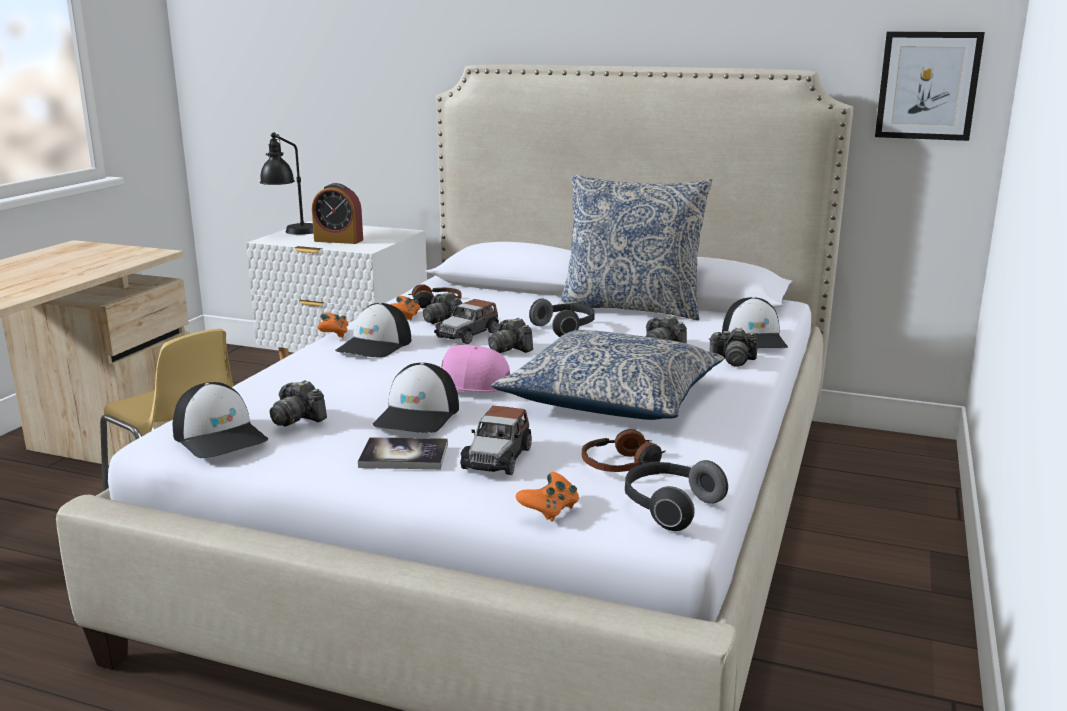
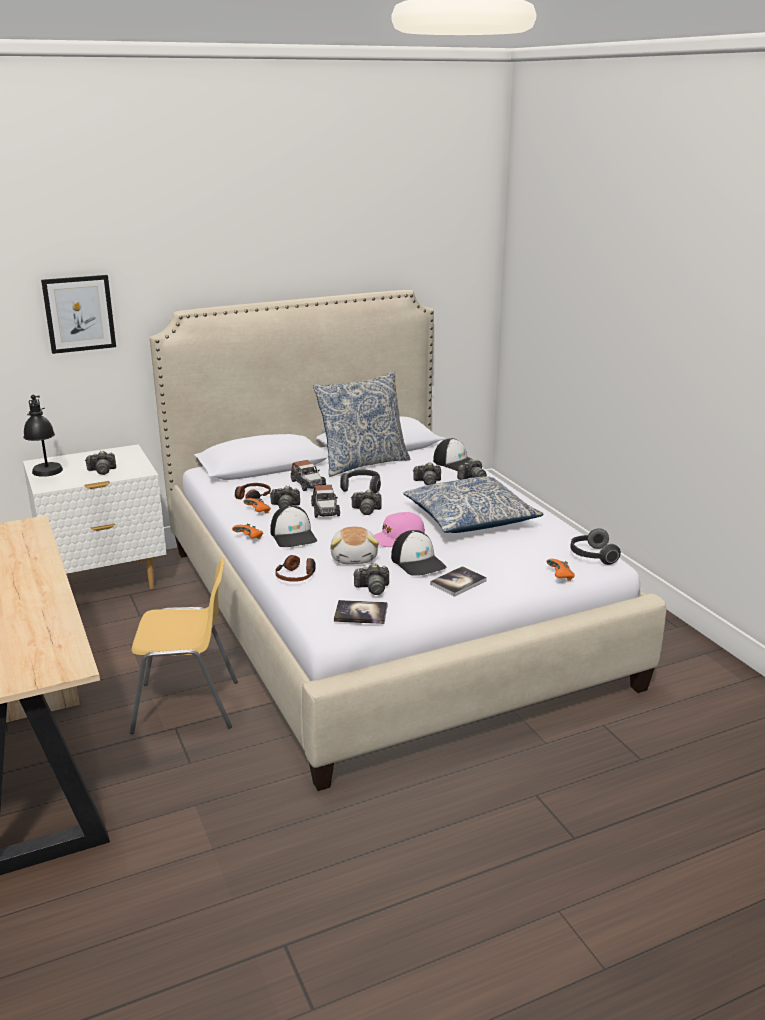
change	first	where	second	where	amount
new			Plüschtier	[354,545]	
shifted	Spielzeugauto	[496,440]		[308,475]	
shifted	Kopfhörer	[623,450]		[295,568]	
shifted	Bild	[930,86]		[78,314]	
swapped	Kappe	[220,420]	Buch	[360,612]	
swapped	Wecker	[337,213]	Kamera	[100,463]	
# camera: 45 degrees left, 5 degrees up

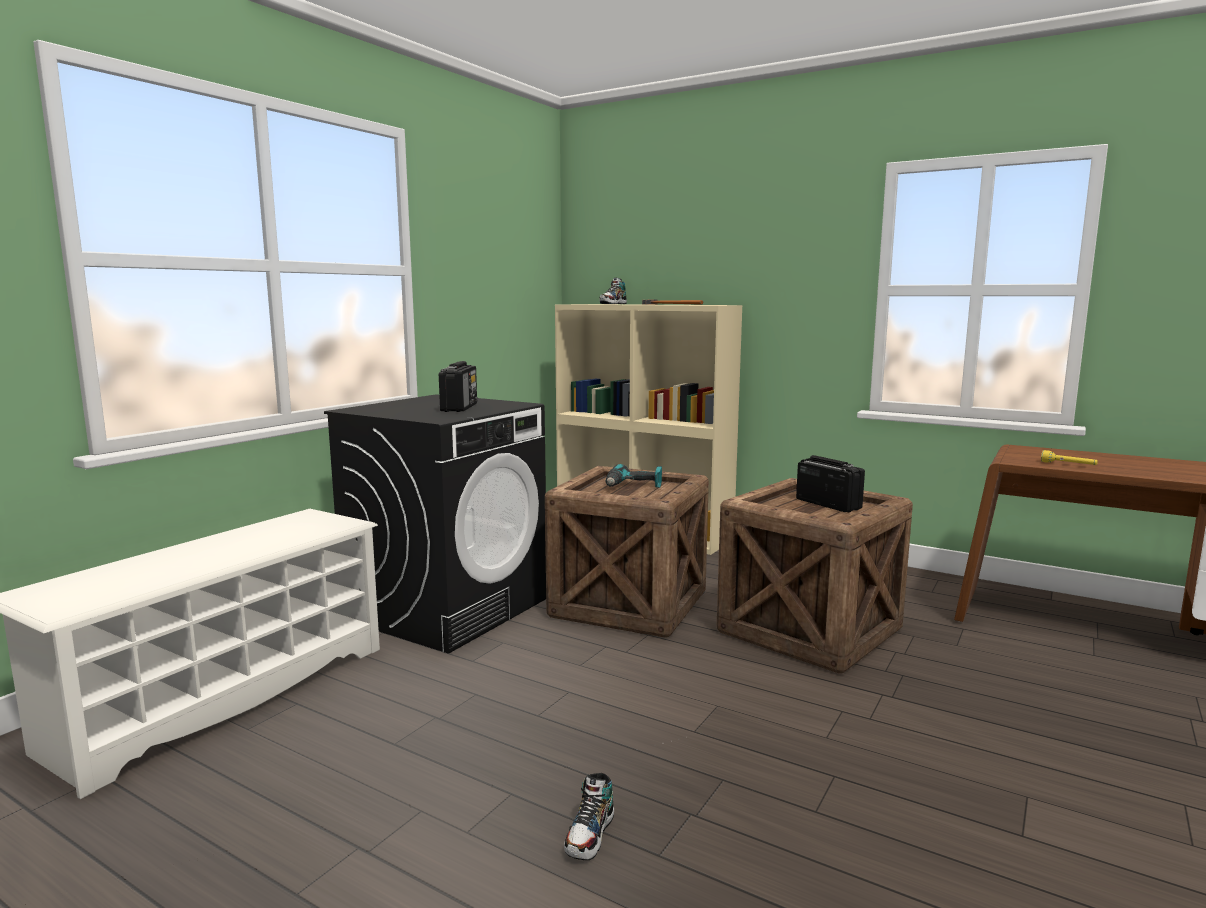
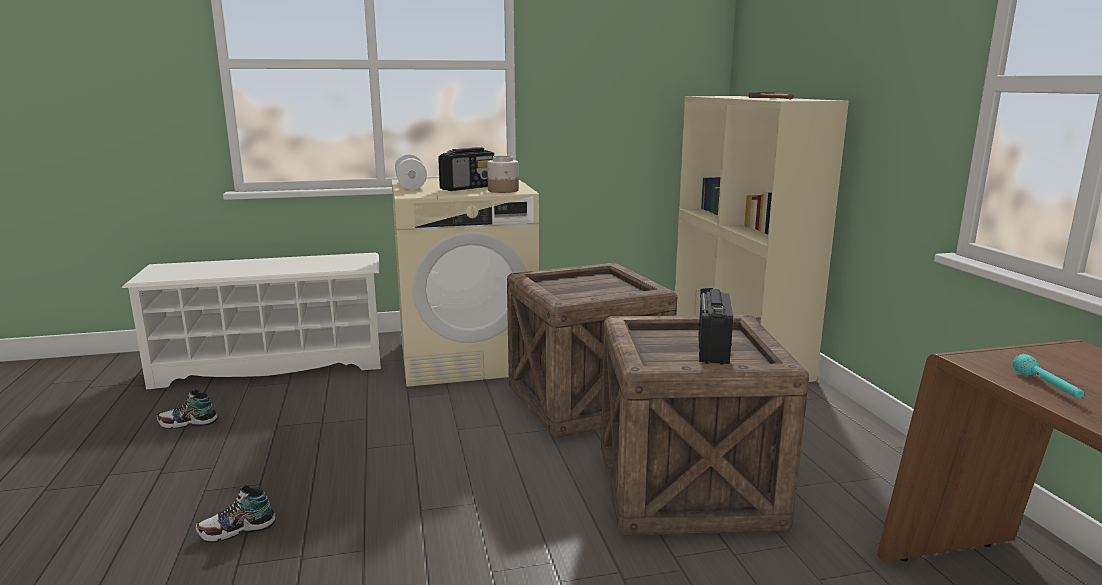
change	first	where	second	where	amount
gone	Bohrmaschine	[634,476]			
new			Hantel/weiß	[411,172]	
new			Vorratsglas	[503,174]	
shifted	Schuh	[613,291]		[187,409]	
repainted	Waschmaschine/schwarz	[435,523]	Waschmaschine/beige	[465,282]	
repainted	Taschenlampe/gelb	[1069,457]	Taschenlampe/türkis	[1048,376]	
# camera: 45 degrees right, 5 degrees up

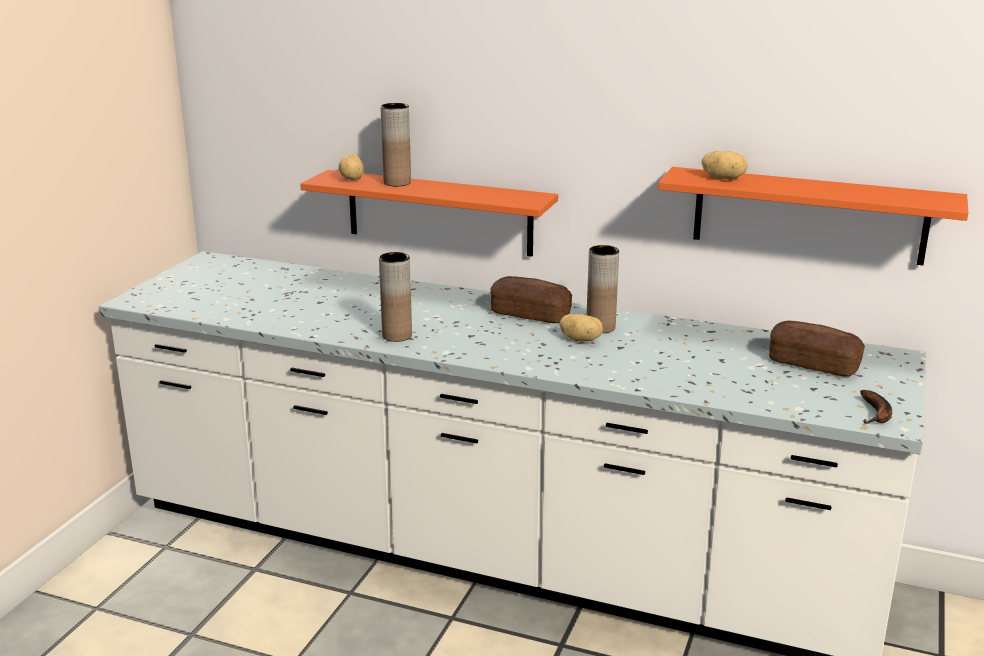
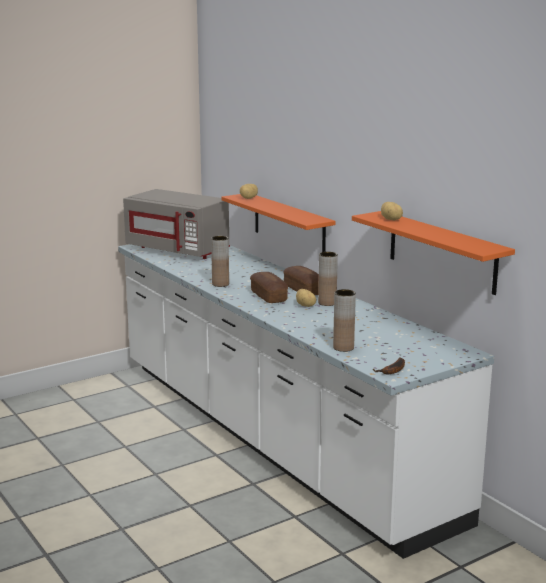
change	first	where	second	where	amount
new			Mikrowelle/grau	[176,224]	
shifted	Vase/braun	[396,144]		[344,320]	
shifted	Brot	[817,349]		[269,287]	
# camera: 35 degrees right, 5 degrees down

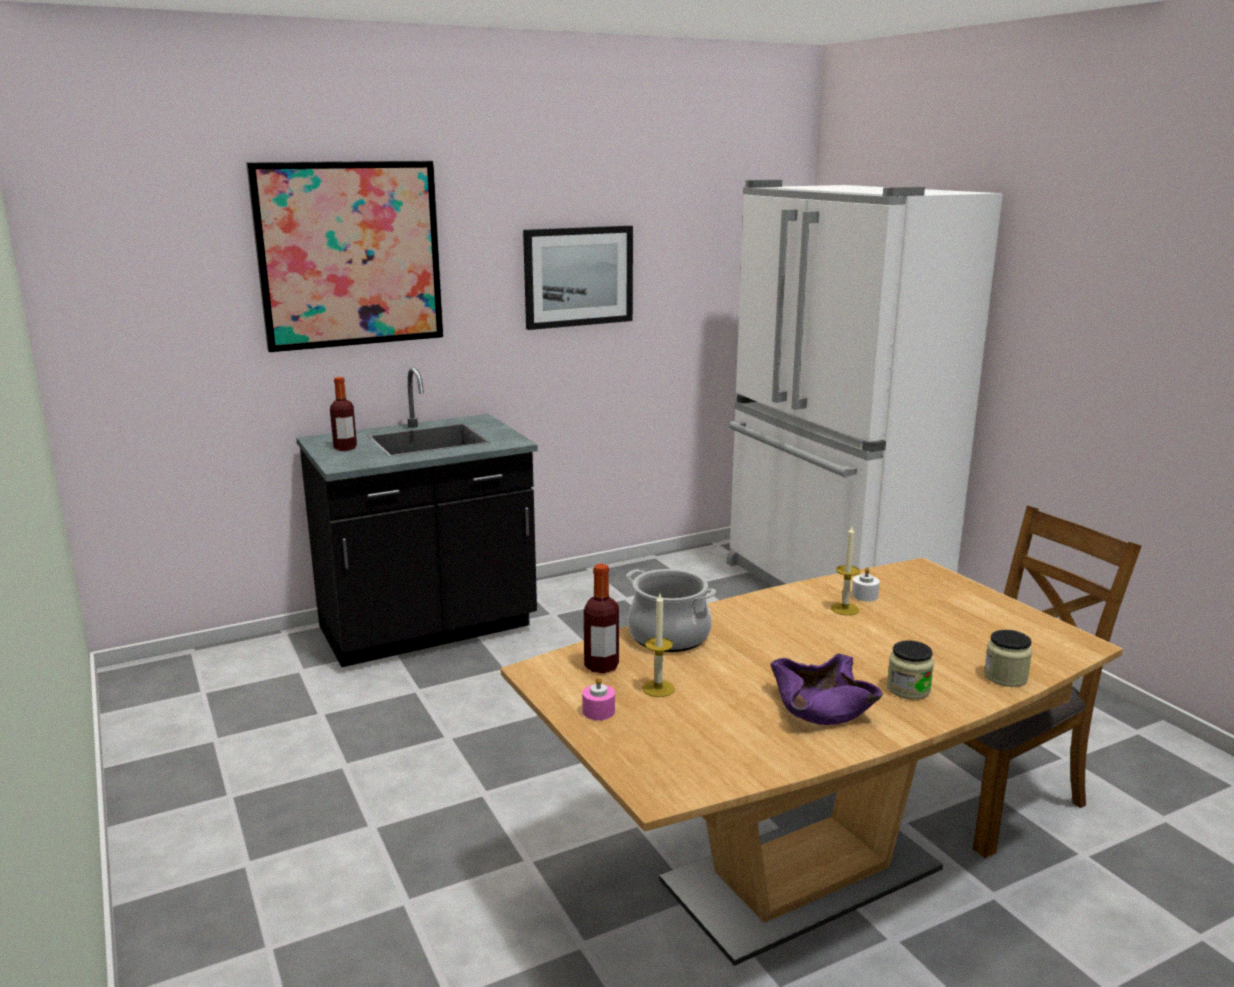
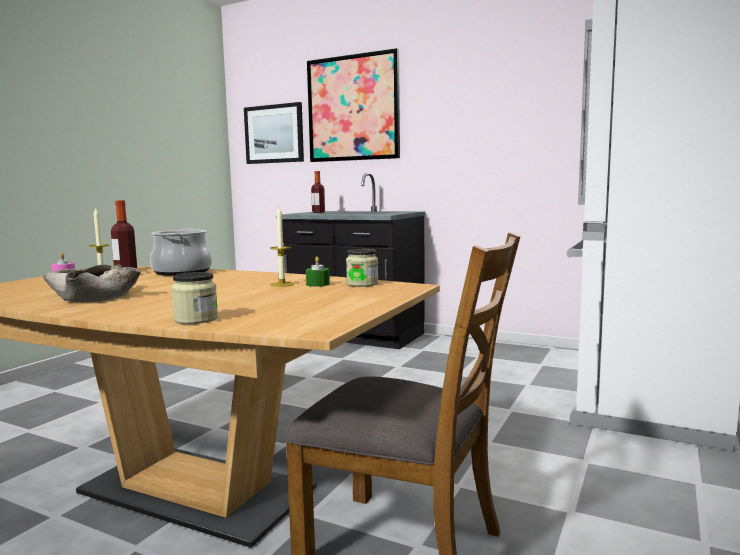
change	first	where	second	where	amount
shifted	Bild	[578,278]		[274,133]	
shifted	Vorratsglas	[910,670]		[362,268]	
repainted	Schüssel/lila	[826,689]	Schüssel/beige	[92,283]	
repainted	Kerze/weiß	[866,584]	Kerze/grün	[318,271]	
# camera: 55 degrees right, 10 degrees down

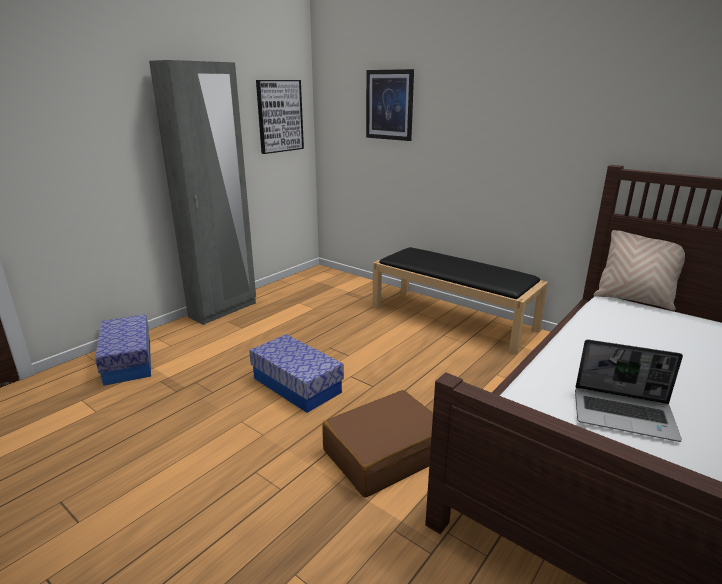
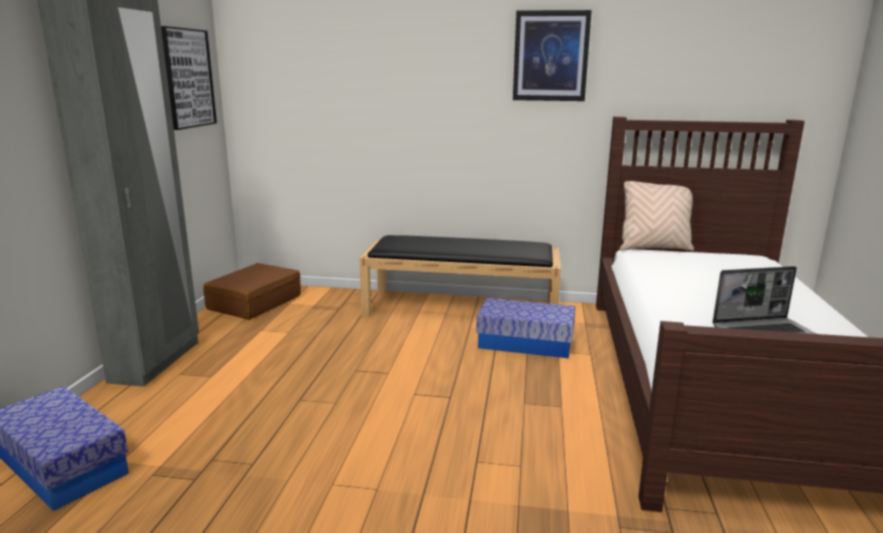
change	first	where	second	where	amount
shifted	Aufbewahrungsbox	[296,373]		[525,328]	
shifted	Koffer/braun	[377,443]		[252,291]	
shifted	Bild	[390,105]		[552,55]	
# camera: 30 degrees left, 5 degrees down

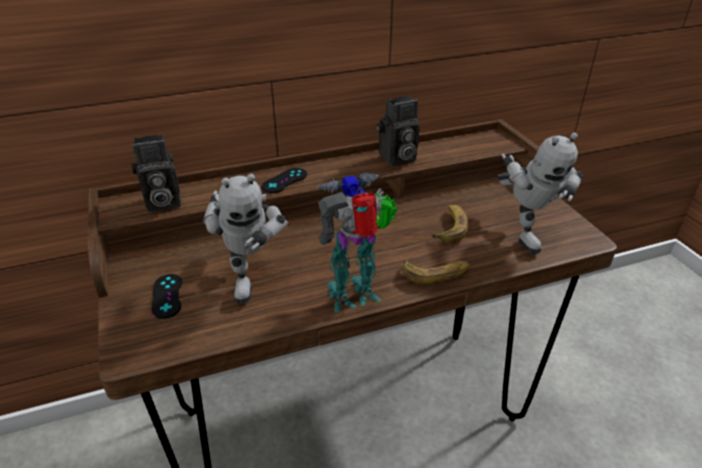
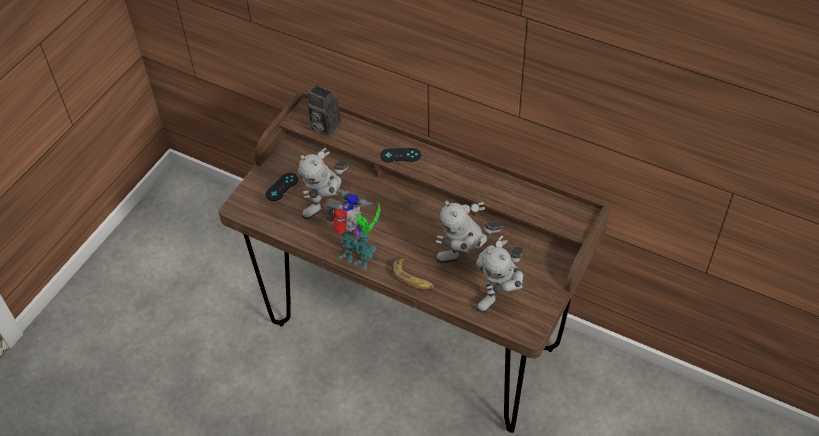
change	first	where	second	where	amount
gone	Kamera	[398,131]			
swapped	Banane	[449,224]	Spielzeugroboter	[469,232]	
# camera: 50 degrees right, 15 degrees up

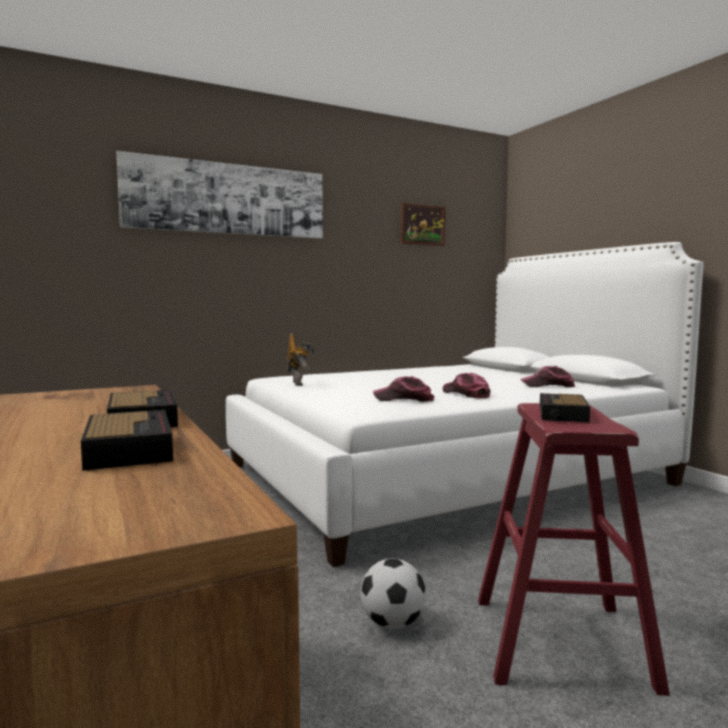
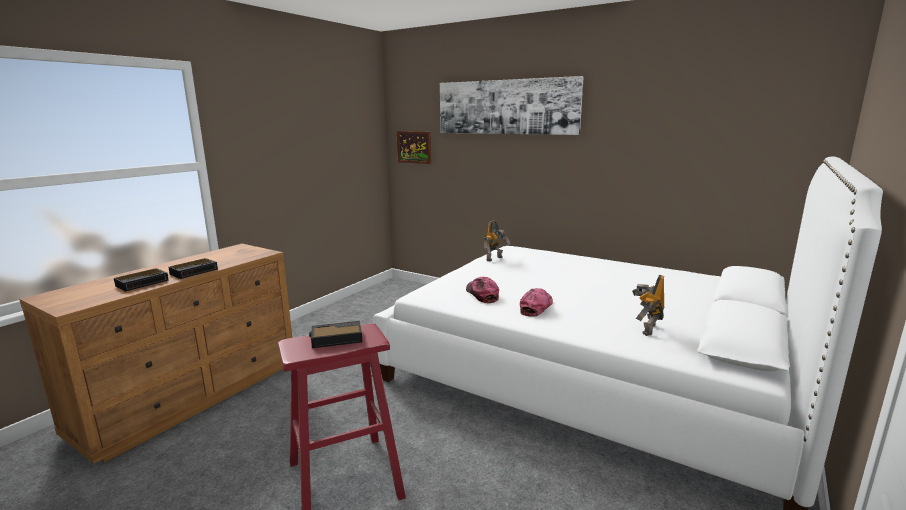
change	first	where	second	where	amount
gone	Fußball	[393,593]			
shifted	Bild	[423,224]		[413,147]	
swapped	Kappe	[548,376]	Spielzeugroboter	[648,305]	
# camera: 60 degrees right, 10 degrees up

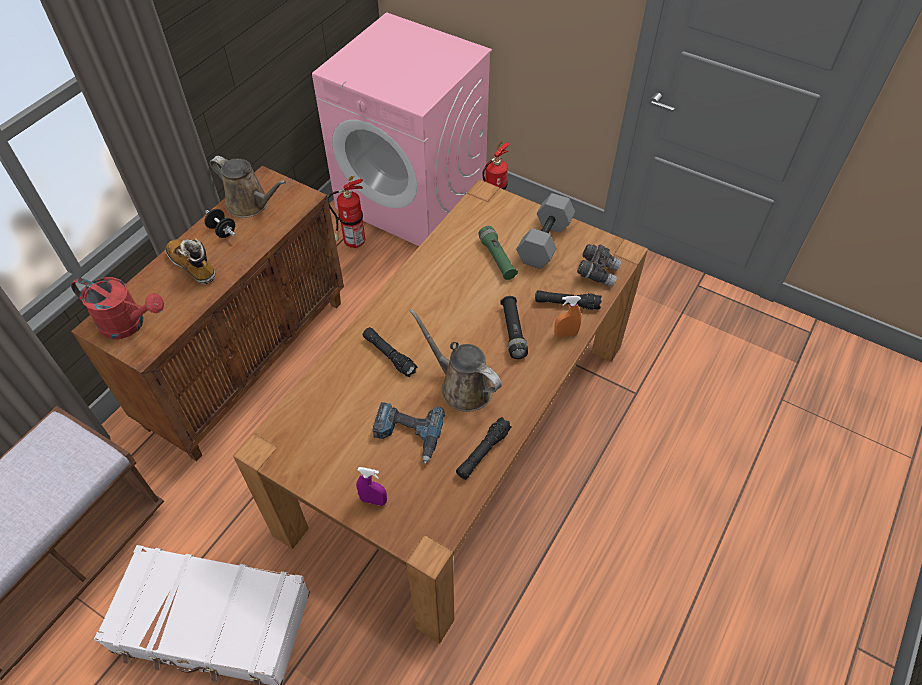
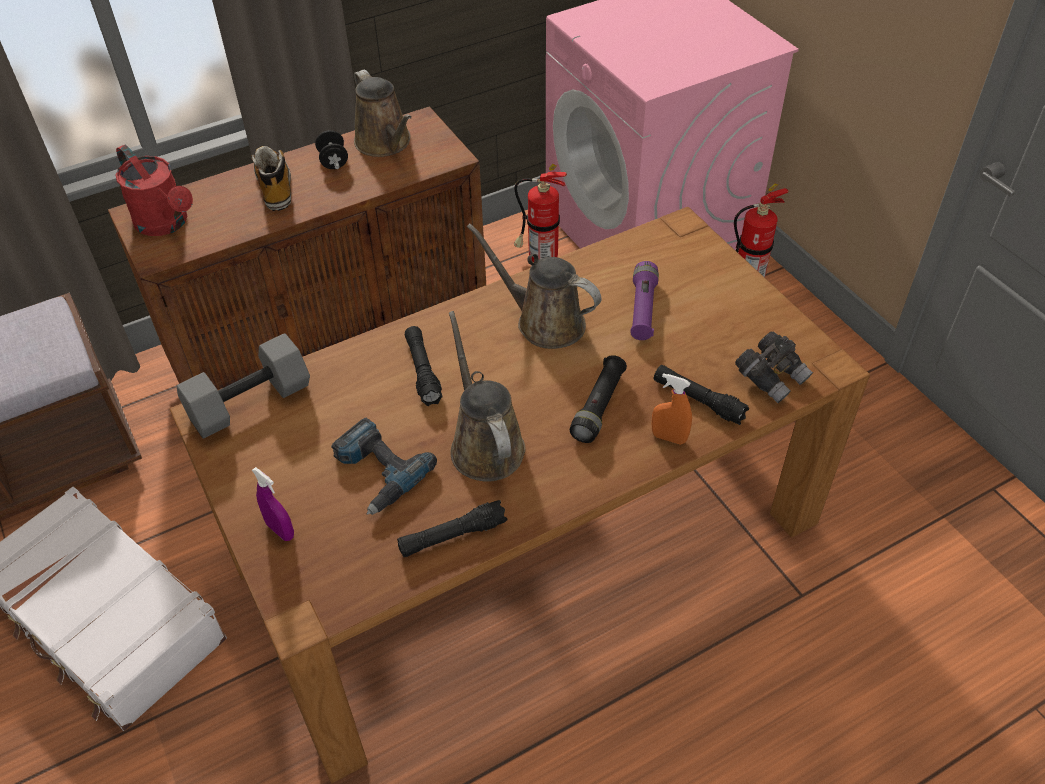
change	first	where	second	where	amount
new			Gießkanne/braun	[534,286]	
shifted	Hantel/grau	[545,231]		[243,386]	
repainted	Taschenlampe/grün	[498,253]	Taschenlampe/lila	[644,300]	
# camera: 30 degrees right, 5 degrees down

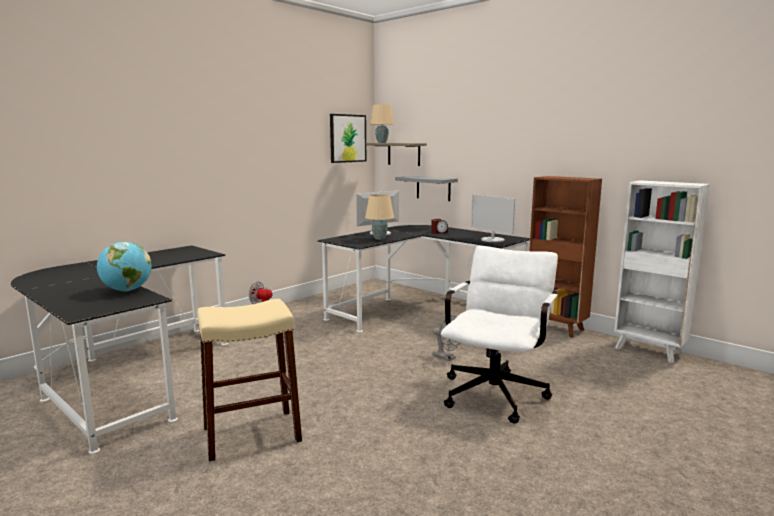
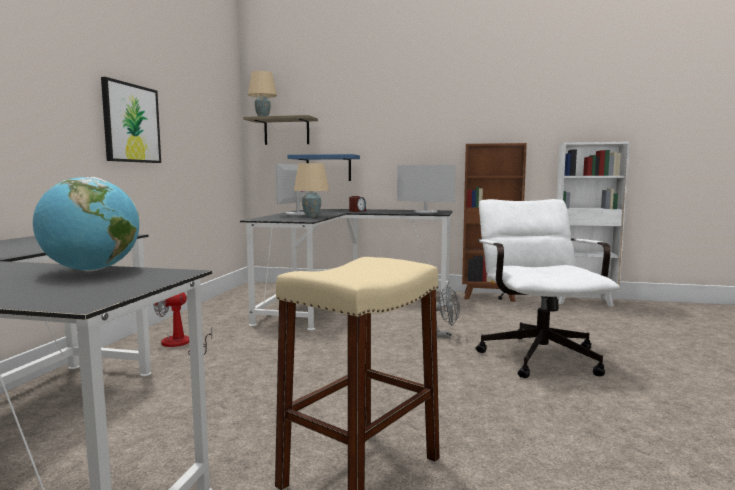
change	first	where	second	where	amount
shifted	Bild	[348,138]		[131,120]	
repainted	Wandregal/grau	[426,188]	Wandregal/blau	[323,167]	
# camera: 30 degrees left, 5 degrees down

